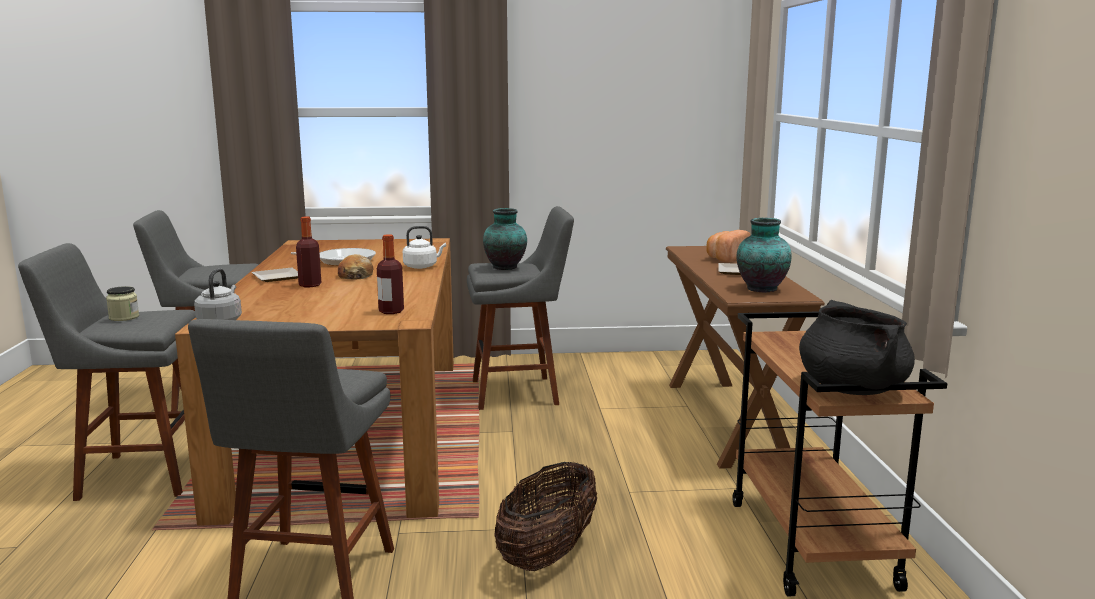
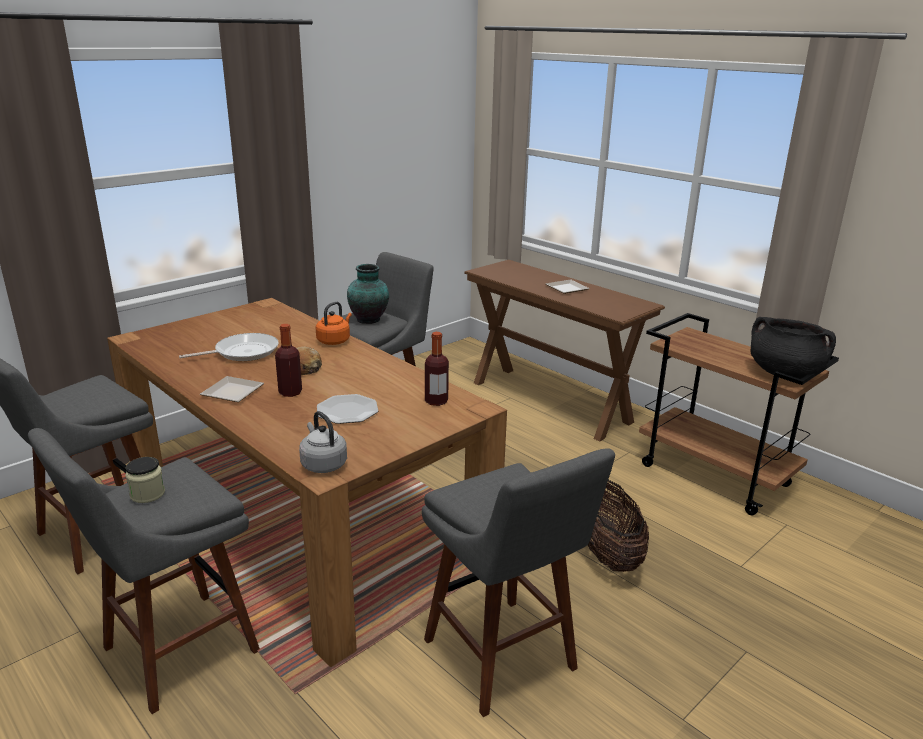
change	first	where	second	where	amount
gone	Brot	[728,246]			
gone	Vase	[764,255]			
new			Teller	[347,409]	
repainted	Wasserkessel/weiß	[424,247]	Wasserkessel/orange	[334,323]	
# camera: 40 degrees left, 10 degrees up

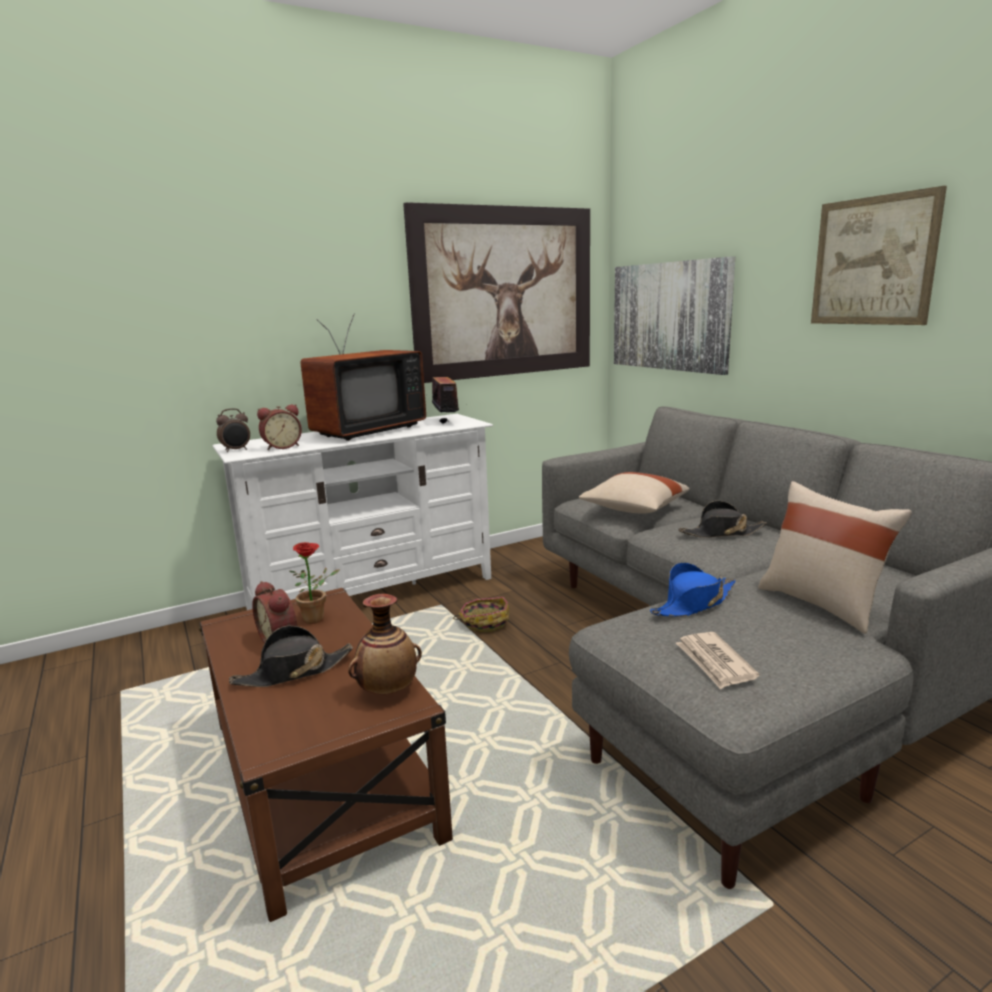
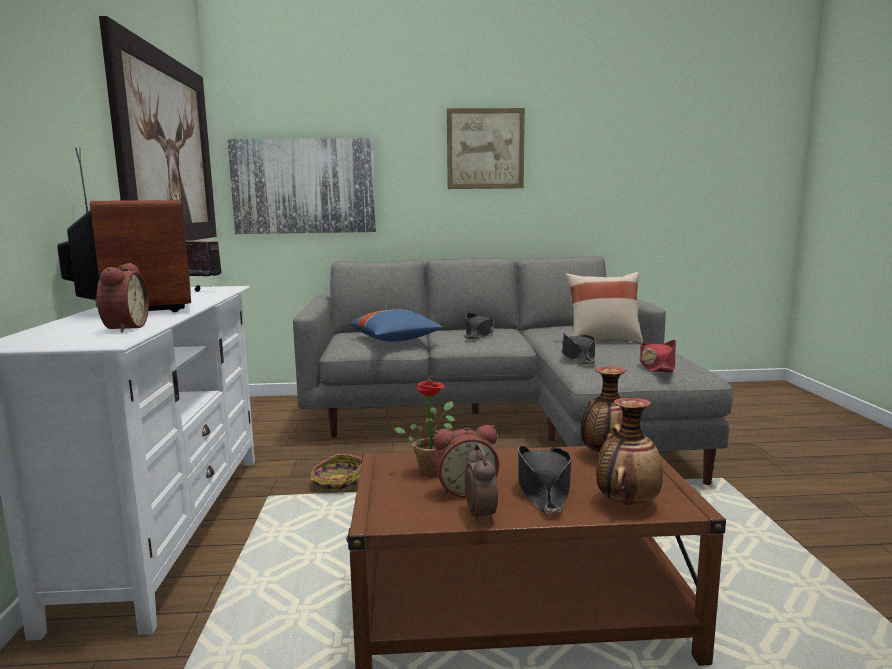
change	first	where	second	where	amount
new			Vase	[629,451]	
shifted	Wecker	[233,430]		[481,483]	
swapped	Zeitung	[718,660]	Hut/rot	[657,356]	
repainted	Kissen/beige	[634,493]	Kissen/blau	[396,325]	
repainted	Hut/blau	[693,589]	Hut/schwarz	[578,348]	
# camera: 65 degrees left, 5 degrees down

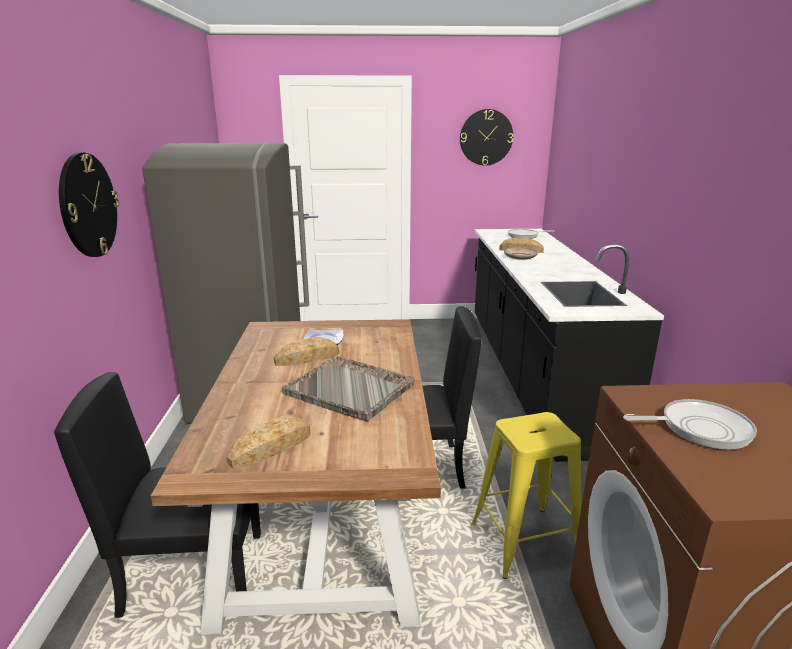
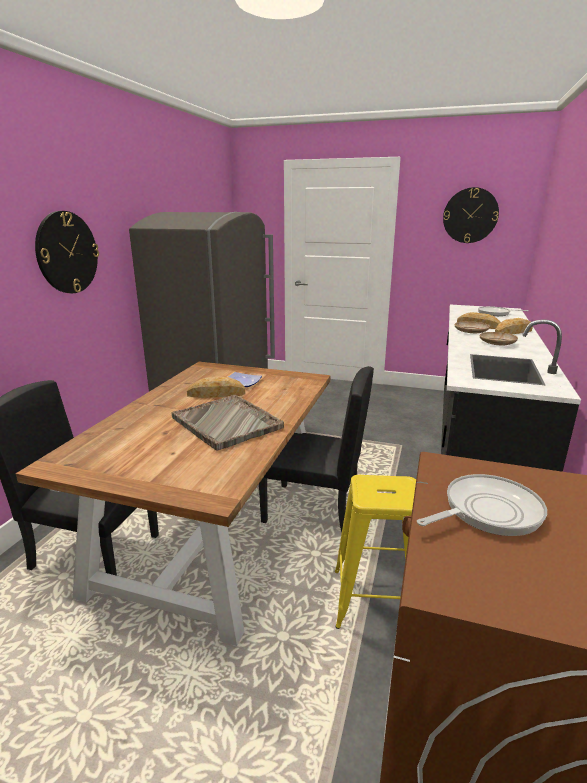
change	first	where	second	where	amount
new			Teller/beige	[499,338]	
shifted	Brot	[268,442]		[514,326]	
rotated	Pfanne	[690,424]		[482,505]	45 degrees counterclockwise
# camera: 20 degrees right, 0 degrees up

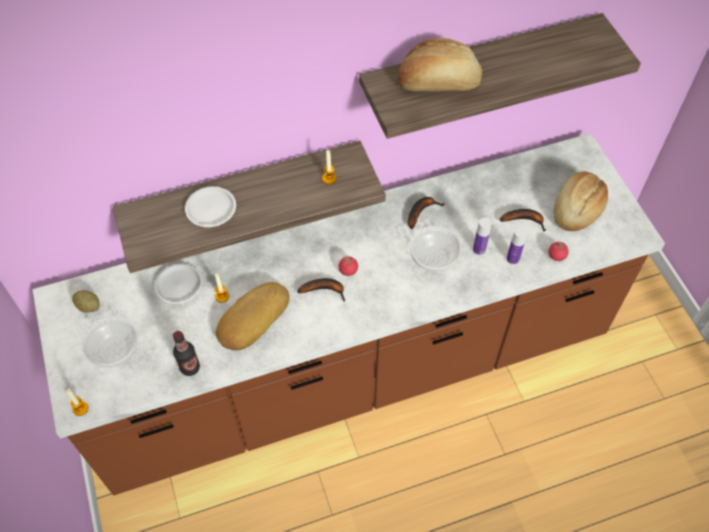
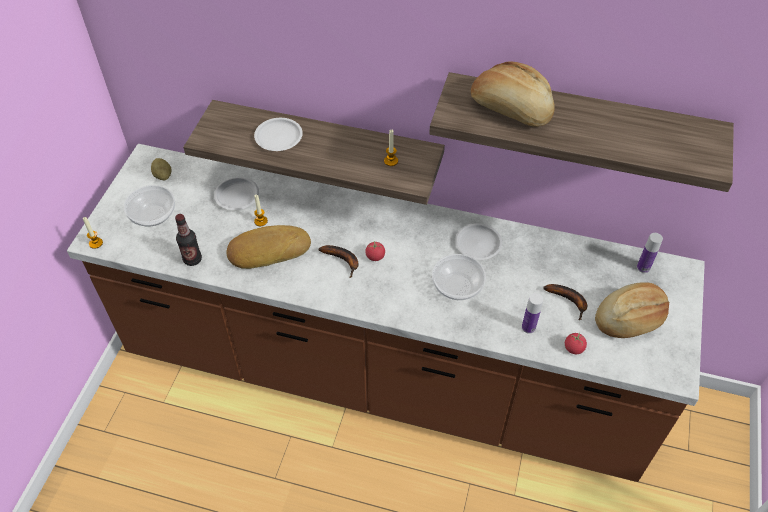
change	first	where	second	where	amount
shifted	Flasche	[482,236]		[650,253]	
swapped	Banane	[426,213]	Teller/weiß	[478,241]	
# camera: 35 degrees right, 5 degrees down

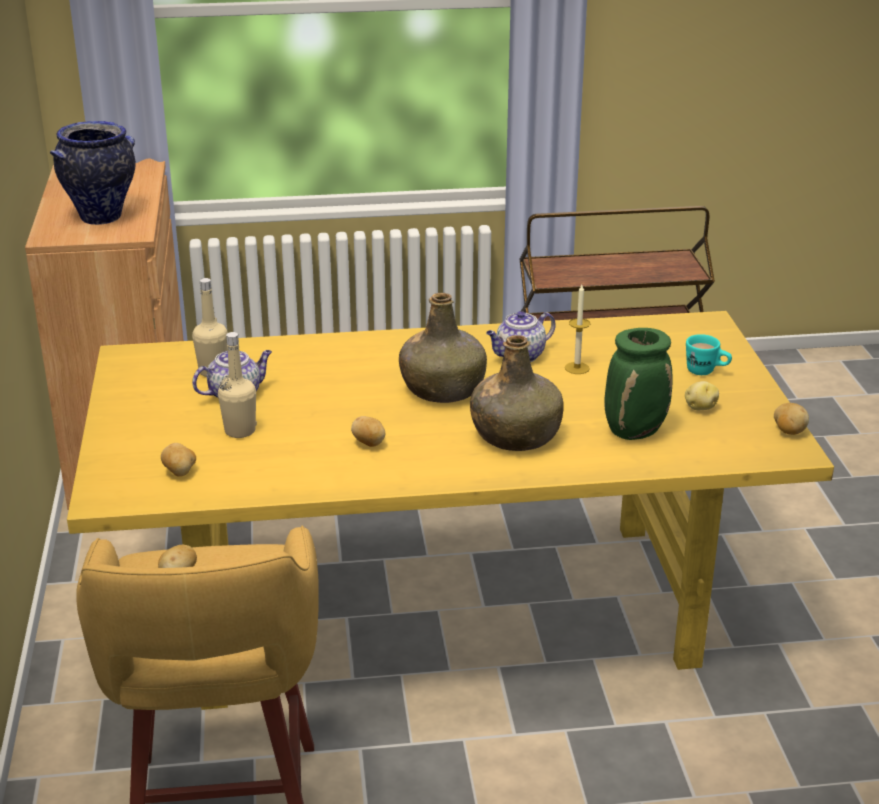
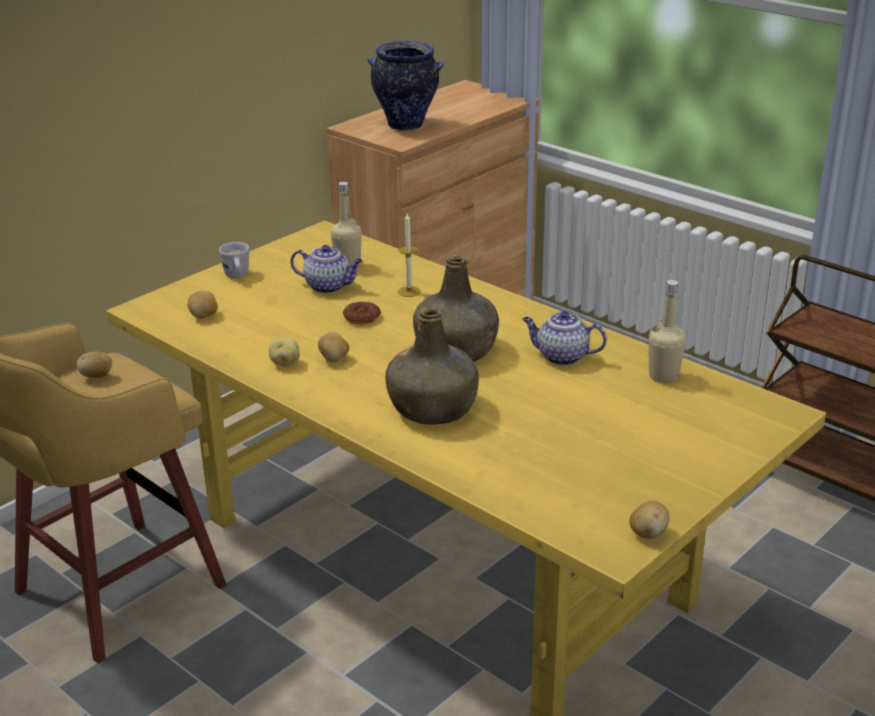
change	first	where	second	where	amount
gone	Vase/grün	[638,384]			
gone	Henkelbecher/türkis	[709,354]			
new			Henkelbecher/weiß	[234,260]	
new			Donut	[362,313]	
shifted	Flasche/beige	[237,385]		[667,331]	
shifted	Kerze	[577,329]		[409,255]	
shifted	Kartoffel	[702,395]		[284,352]	
# camera: 50 degrees right, 0 degrees up

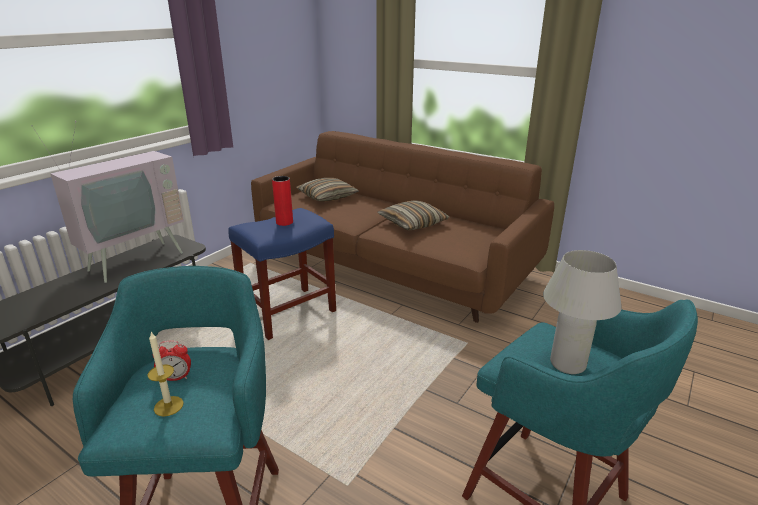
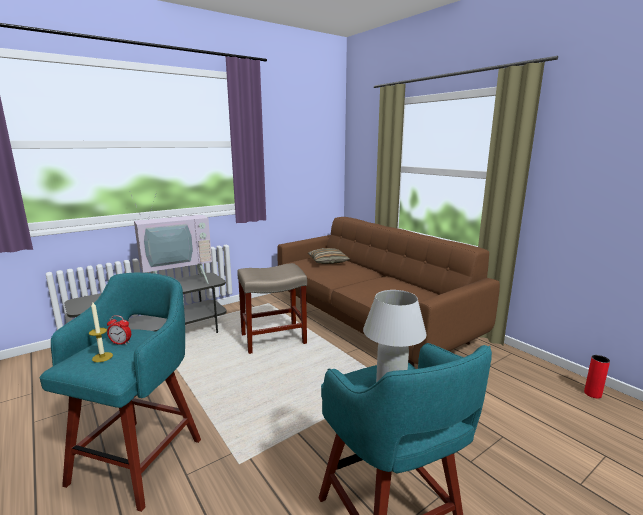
change	first	where	second	where	amount
gone	Kissen	[413,215]			
shifted	Vase/rot	[282,201]		[597,376]	
repainted	Hocker/blau	[282,274]	Hocker/beige	[272,308]	
# camera: 20 degrees right, 10 degrees down

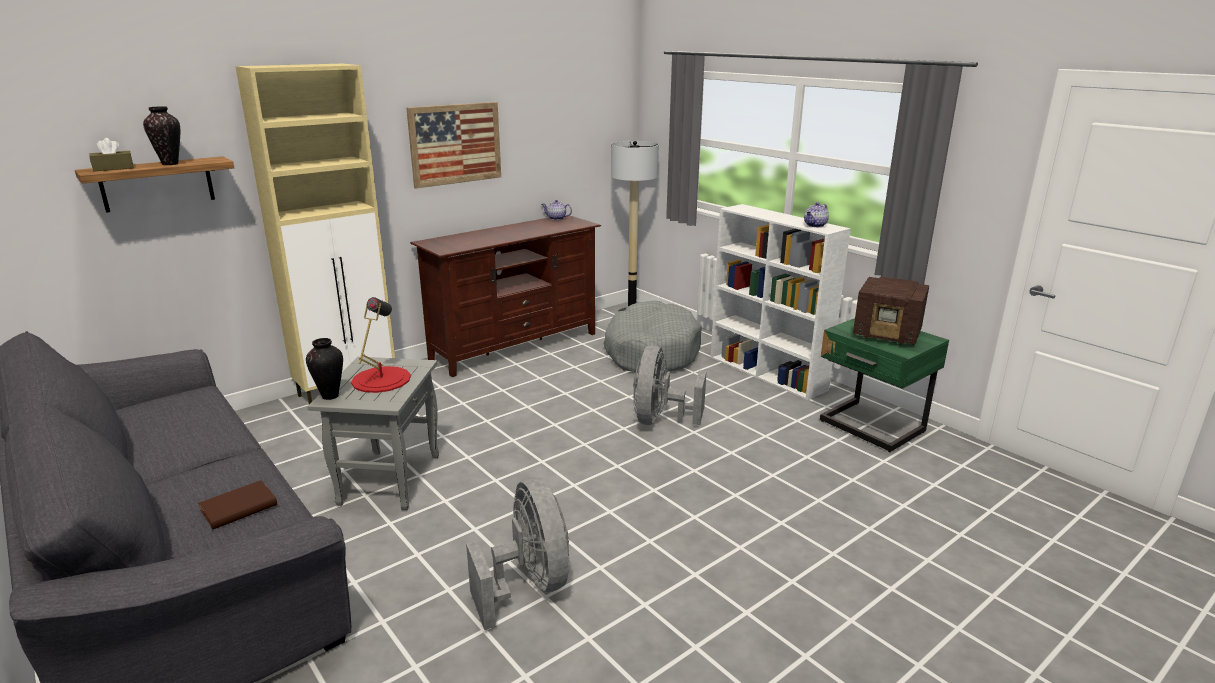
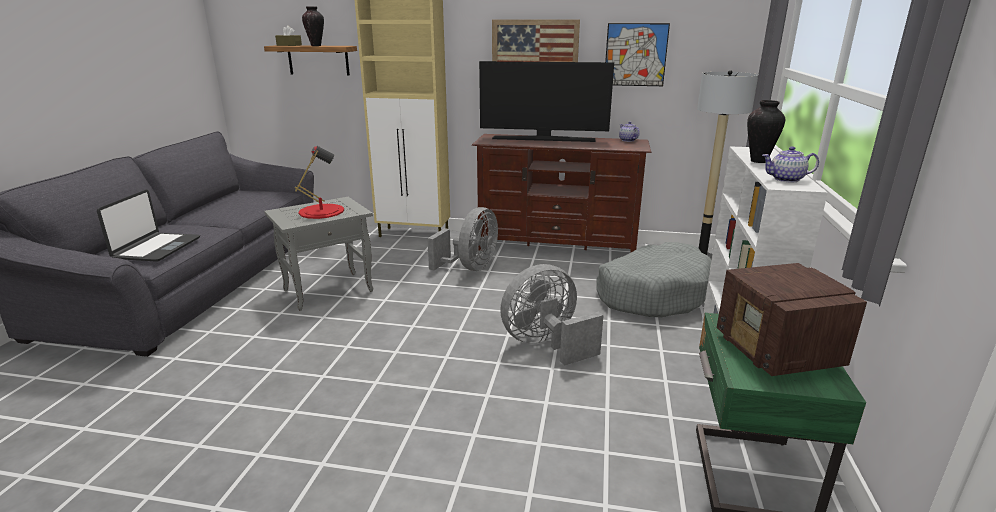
change	first	where	second	where	amount
new			Fernseher	[546,101]	
new			Bild	[637,54]	
shifted	Vase	[324,369]		[766,131]	
shifted	Ventilator/grau	[518,553]		[462,239]	
swapped	Buch/braun	[237,504]	Laptop	[148,225]	
# camera: 50 degrees right, 0 degrees up

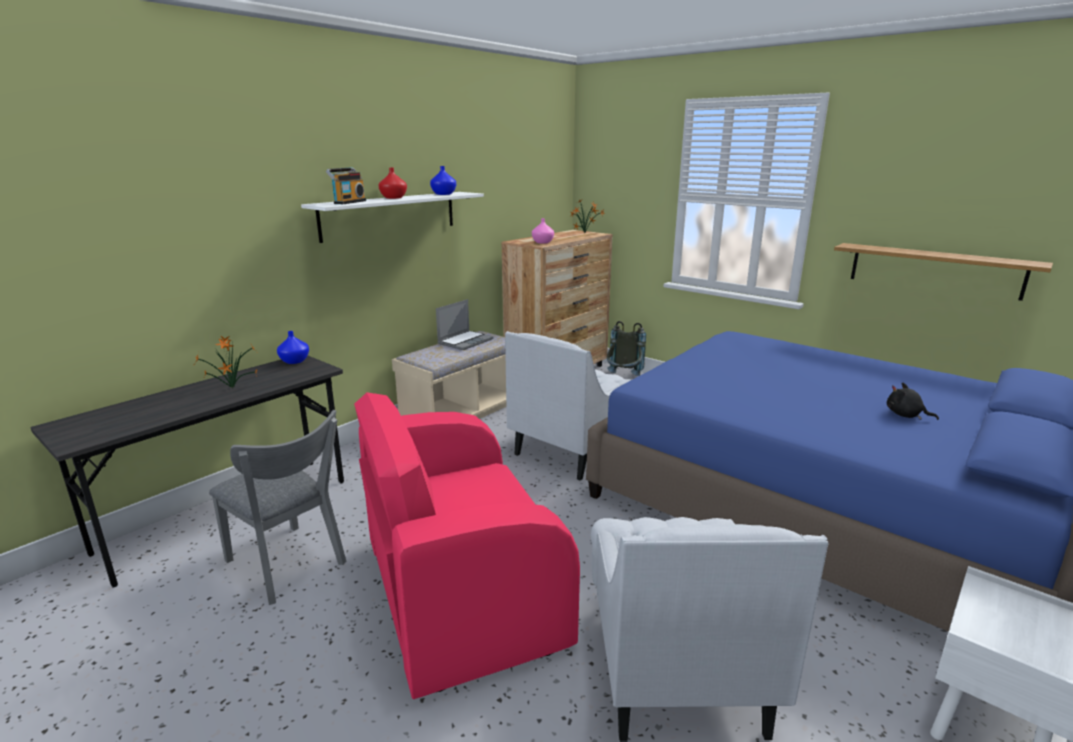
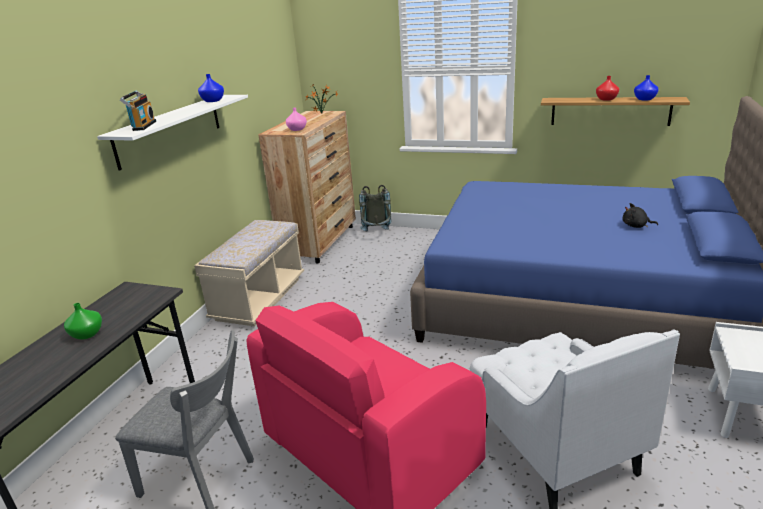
change	first	where	second	where	amount
gone	Laptop	[465,324]			
gone	Sessel/weiß	[568,406]			
shifted	Vase/blau	[293,347]		[646,88]	
shifted	Vase/rot	[393,183]		[607,88]	
swapped	Topfpflanze	[225,362]	Vase/grün	[83,321]	
# camera: 20 degrees left, 5 degrees up

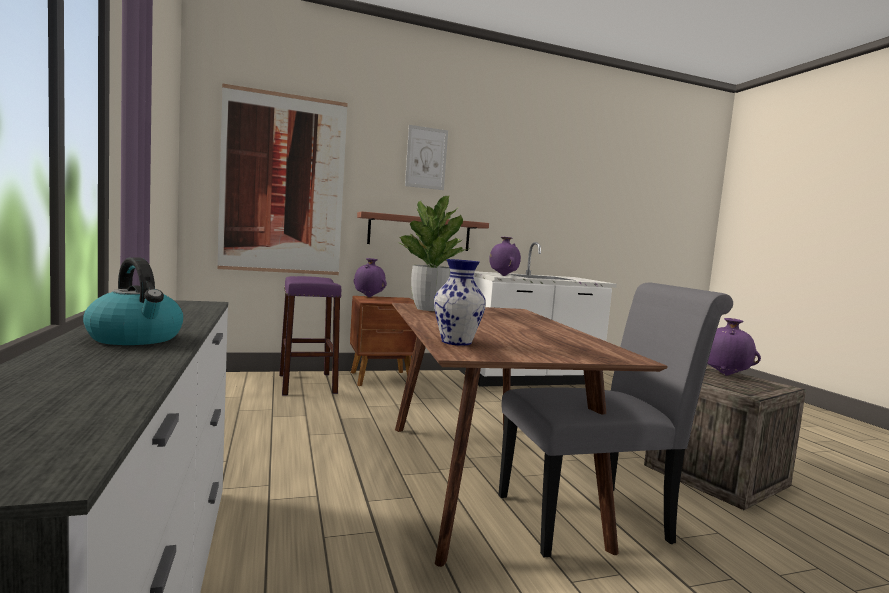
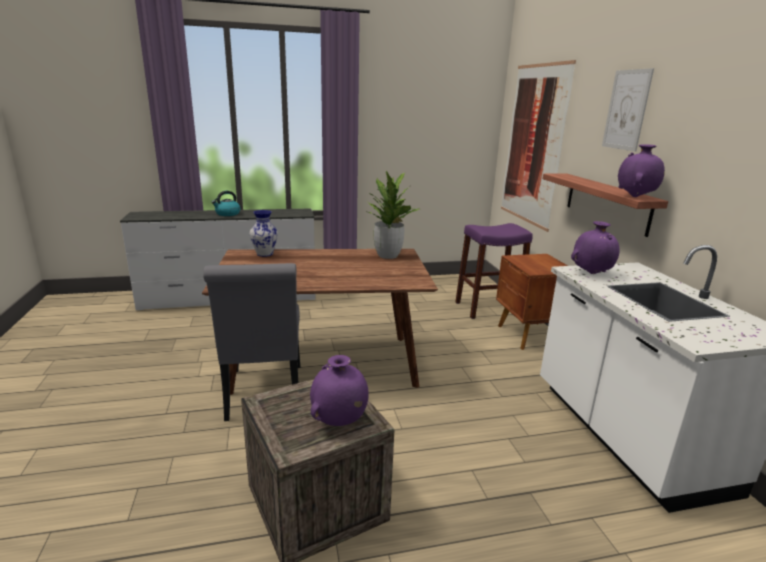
change	first	where	second	where	amount
shifted	Vase/lila	[370,277]		[641,170]	
# camera: 95 degrees right, 15 degrees up

